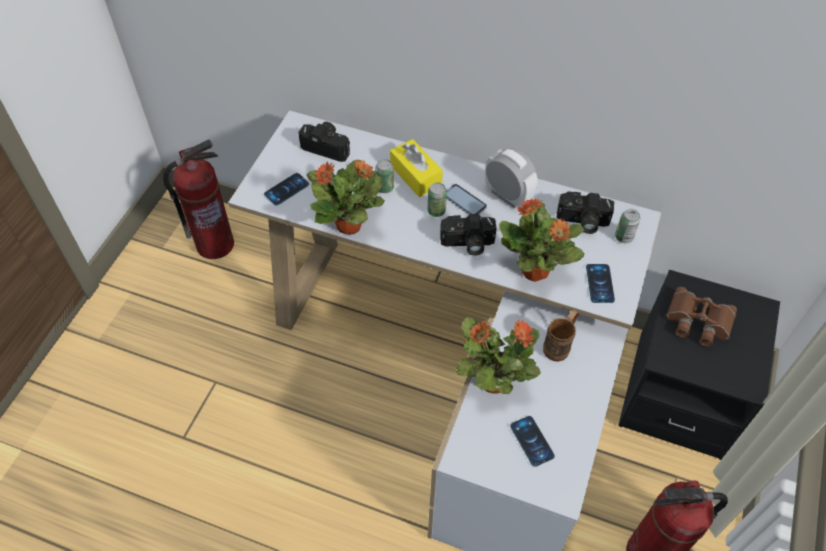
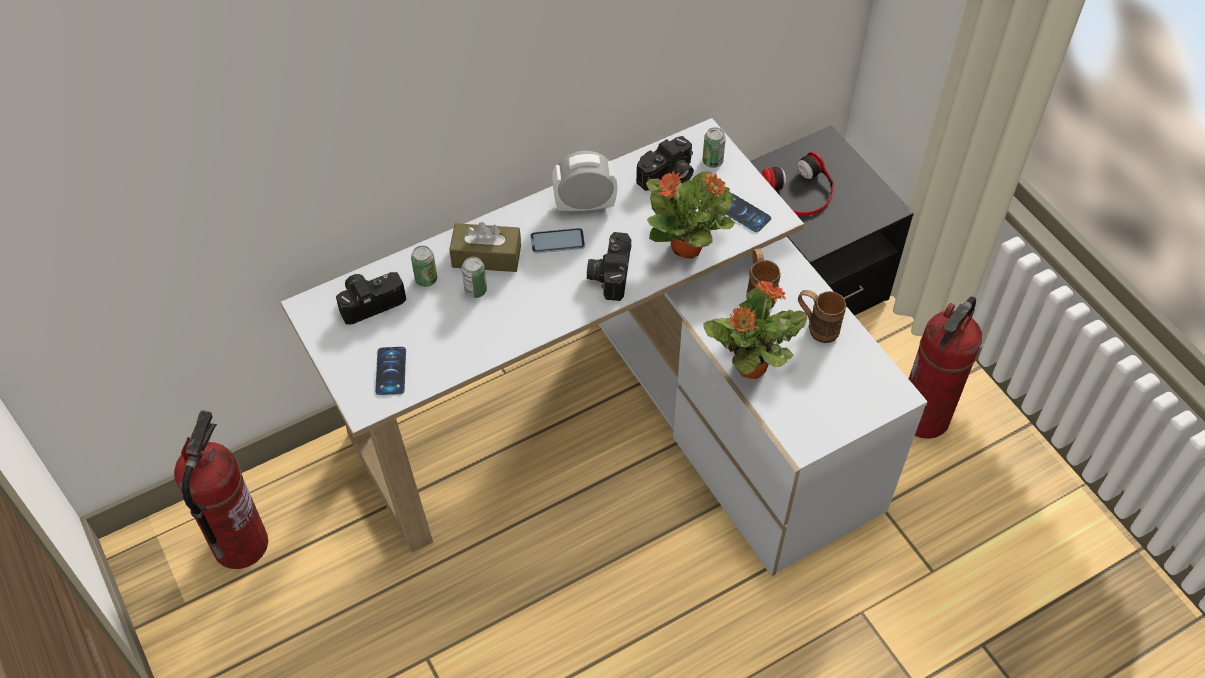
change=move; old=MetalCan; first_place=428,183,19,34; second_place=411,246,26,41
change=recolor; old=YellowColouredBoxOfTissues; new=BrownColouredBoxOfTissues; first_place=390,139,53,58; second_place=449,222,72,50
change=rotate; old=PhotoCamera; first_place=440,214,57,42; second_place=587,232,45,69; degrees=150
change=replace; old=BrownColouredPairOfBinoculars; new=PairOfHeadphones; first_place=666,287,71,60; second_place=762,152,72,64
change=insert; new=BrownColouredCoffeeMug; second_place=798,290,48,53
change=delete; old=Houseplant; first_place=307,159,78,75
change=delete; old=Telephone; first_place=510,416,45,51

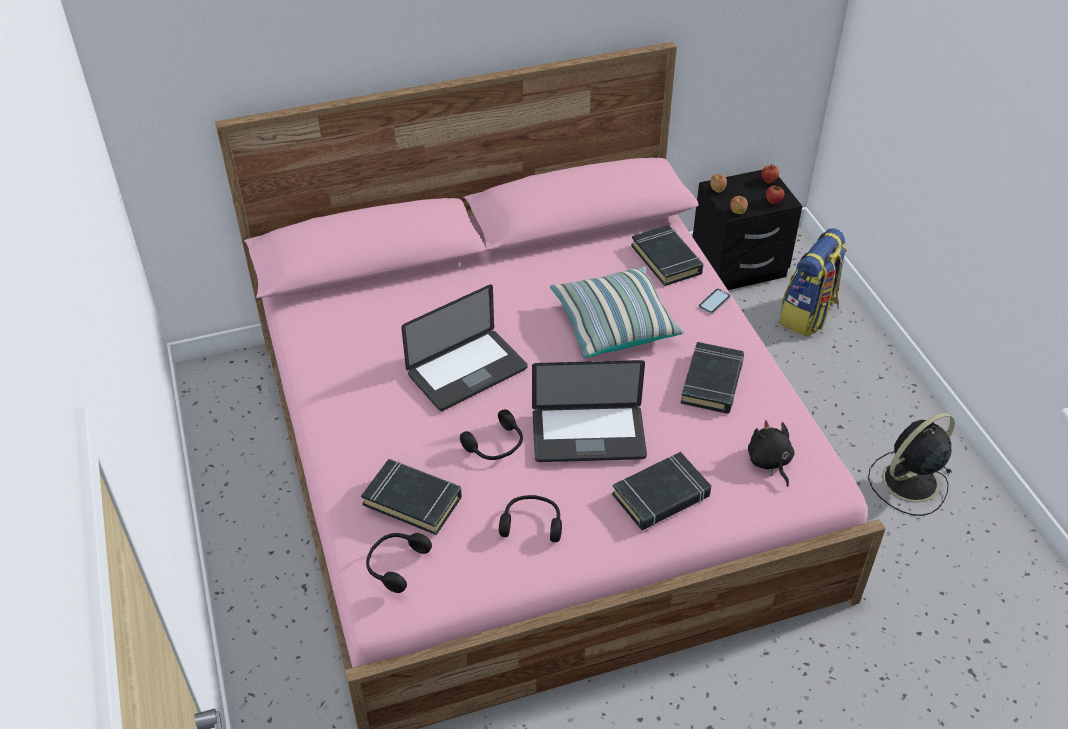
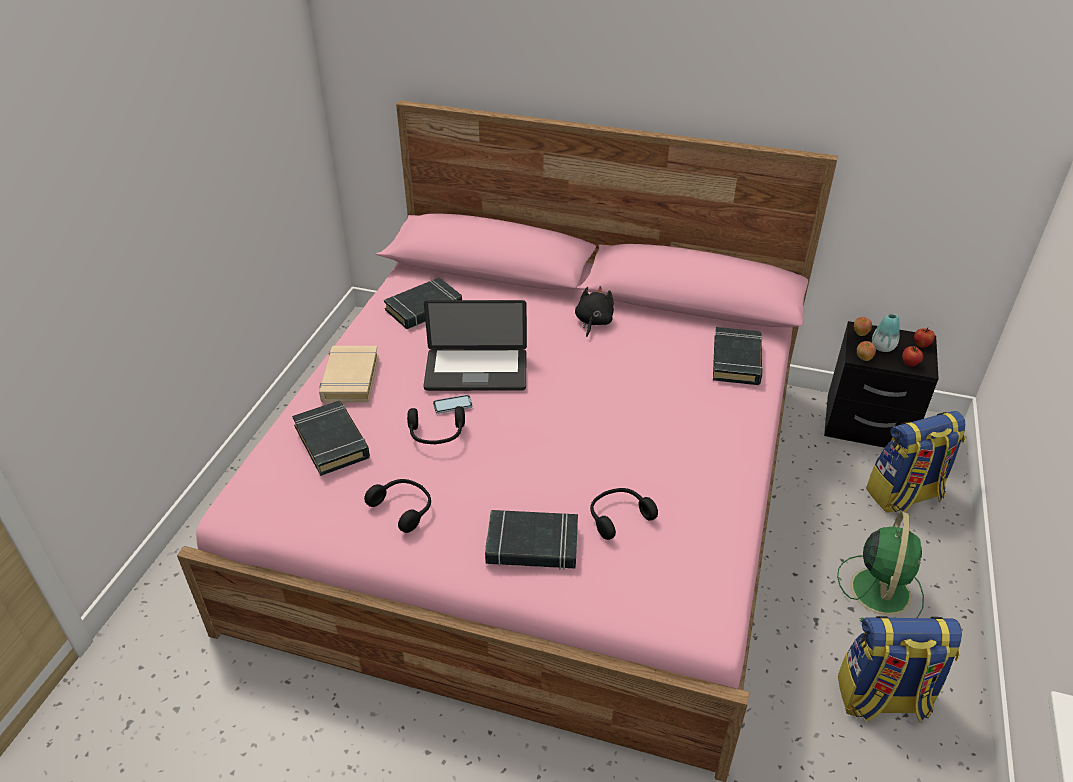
change=insert; new=BeigeBoundBook; second_place=319,346,60,57
change=move; old=BlackColouredBoundBook; first_place=681,342,63,72; second_place=384,278,78,51
change=move; old=Telephone; first_place=698,289,33,25; second_place=433,395,40,19
change=move; old=BlackColouredPlushToy; first_place=748,420,46,67; second_place=575,286,39,51
change=move; old=BlackColouredPairOfHeadphones; first_place=366,533,66,60; second_place=590,488,68,52
change=insert; new=GreenCoolingFan; second_place=837,512,87,110
change=replace; old=BlackColouredCoolingFan; new=Knapsack; first_place=868,413,87,103; second_place=838,616,124,106
change=insert; new=DecorativeVase; second_place=872,314,28,38
change=delete; old=Laptop; first_place=532,360,115,102
change=delete; old=ThrowPillow; first_place=550,266,134,92

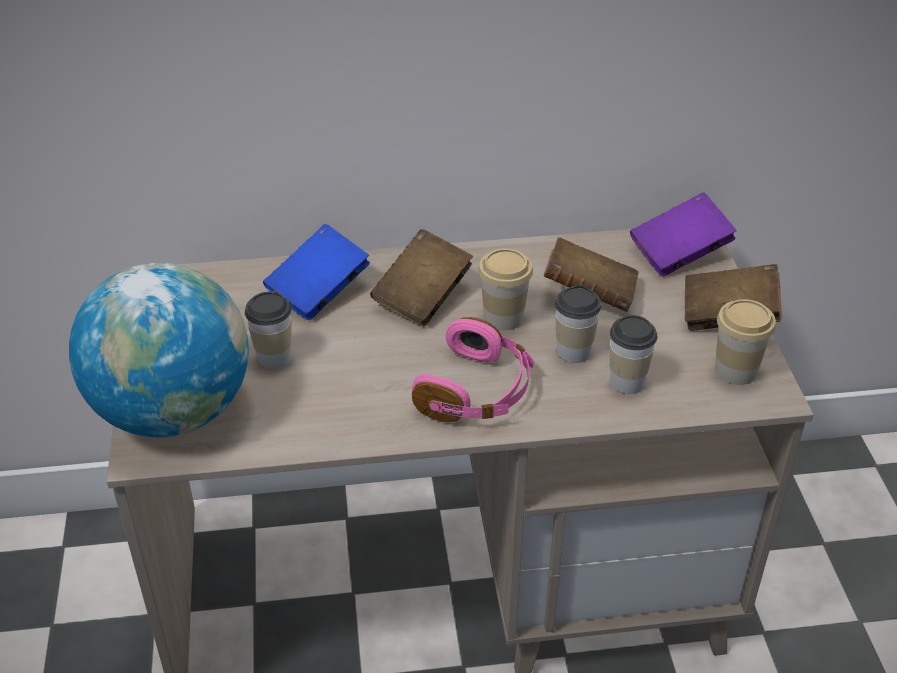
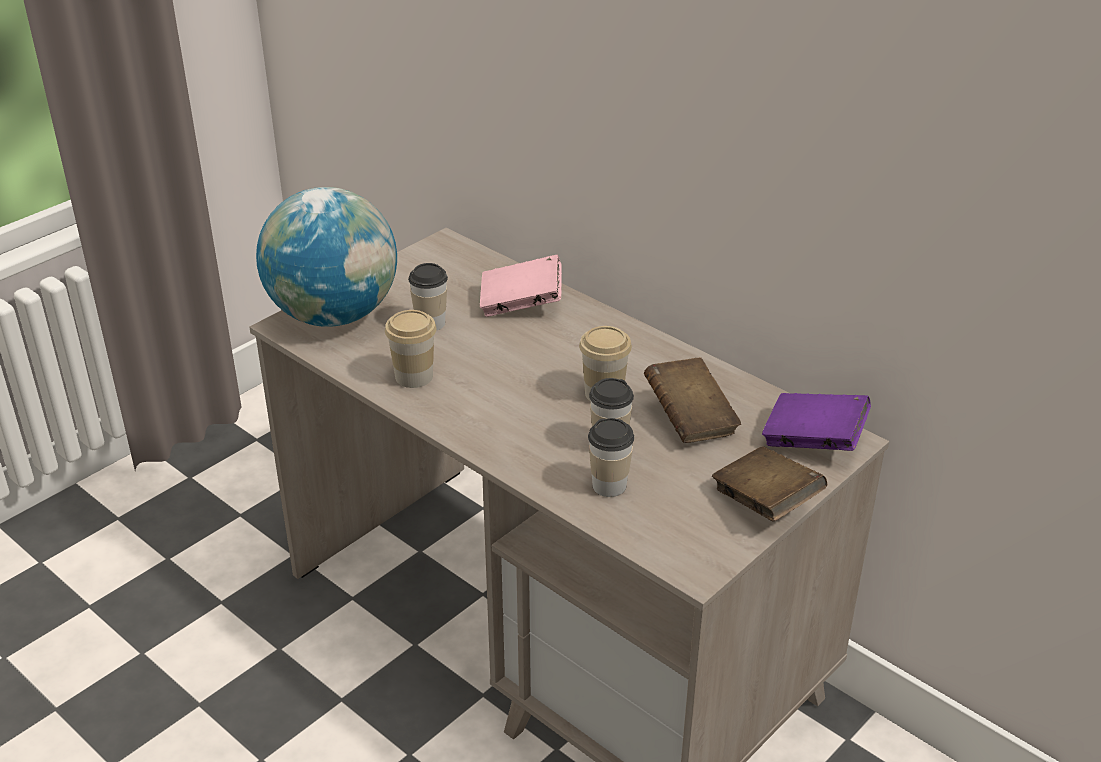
change=move; old=DrinkingCup; first_place=715,299,61,86; second_place=385,310,52,78
change=recolor; old=BlueColouredBoundBook; new=PinkColouredBoundBook; first_place=263,224,107,96; second_place=480,255,82,62
change=delete; old=BrownColouredBoundBook; first_place=370,229,103,98
change=delete; old=PinkColouredPairOfHeadphones; first_place=412,317,122,105

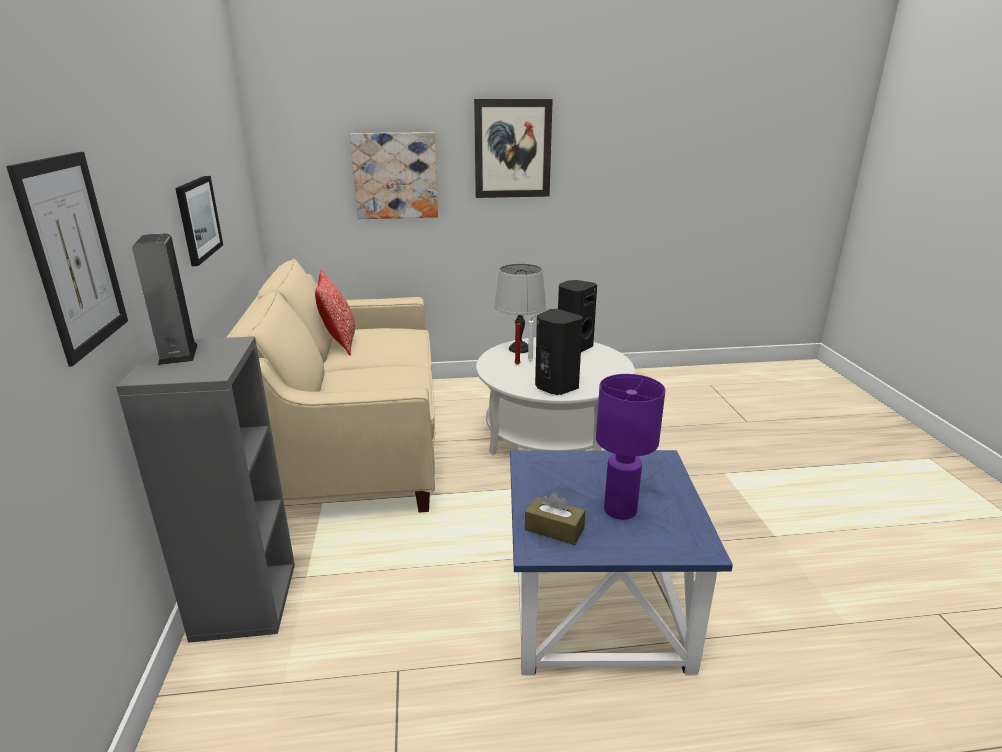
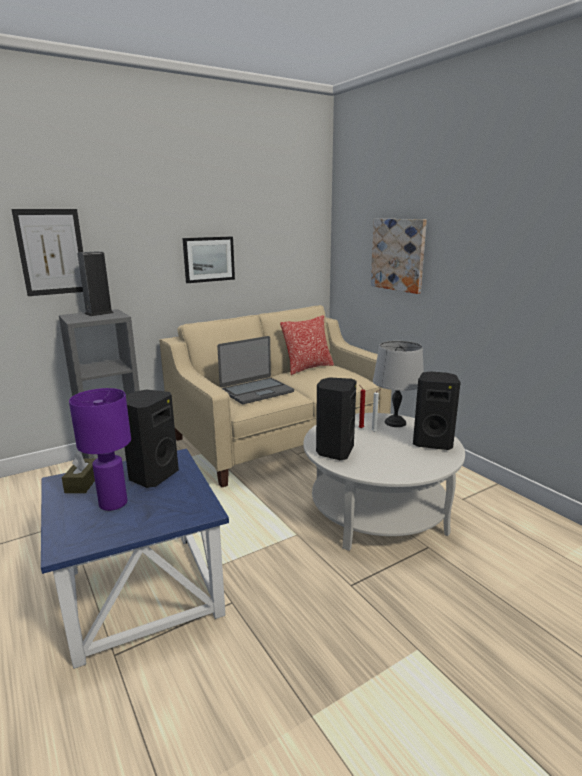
change=insert; new=BlackColouredSpeaker; second_place=124,389,55,99
change=insert; new=Laptop; second_place=217,336,77,68
change=delete; old=WallPicture; first_place=474,99,79,99

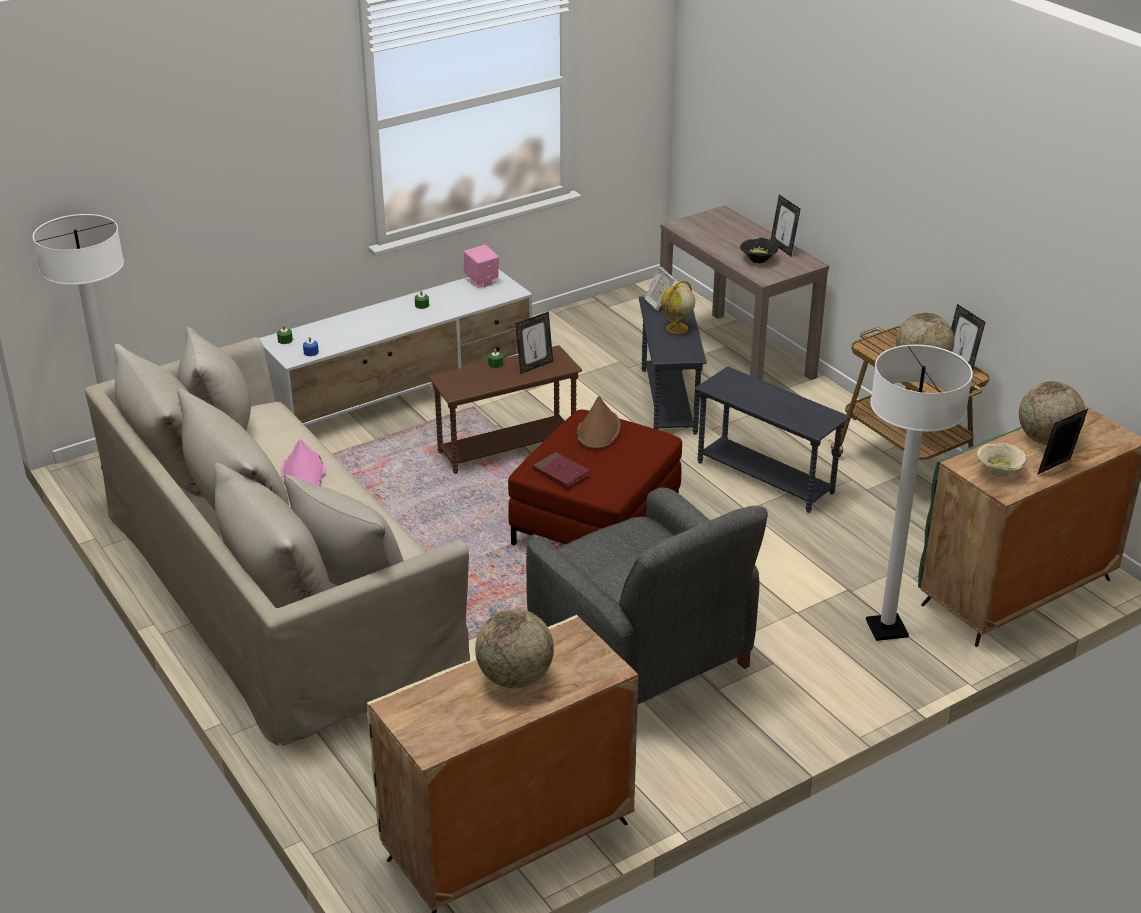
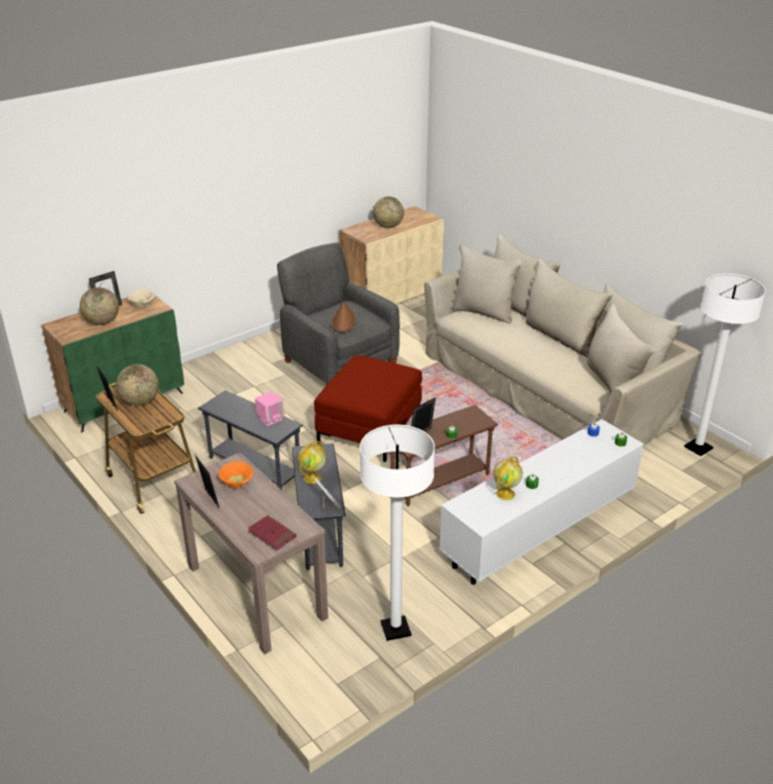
change=recolor; old=BlackColouredDeepDish; new=OrangeColouredDeepDish; first_place=740,238,38,25; second_place=218,461,35,27
change=move; old=ReddishBoundBook; first_place=532,452,58,36; second_place=248,515,48,36
change=move; old=PinkColouredSpeaker; first_place=464,245,35,42; second_place=255,392,30,34
change=move; old=BrownColouredClothingHat; first_place=577,396,44,54; second_place=331,301,26,32
change=move; old=WhiteStandardLamp; first_place=866,345,107,296; second_place=360,425,75,216
change=insert; new=Globe; second_place=493,456,30,44
change=delete; old=PinkColouredClothingHat; first_place=281,438,45,48

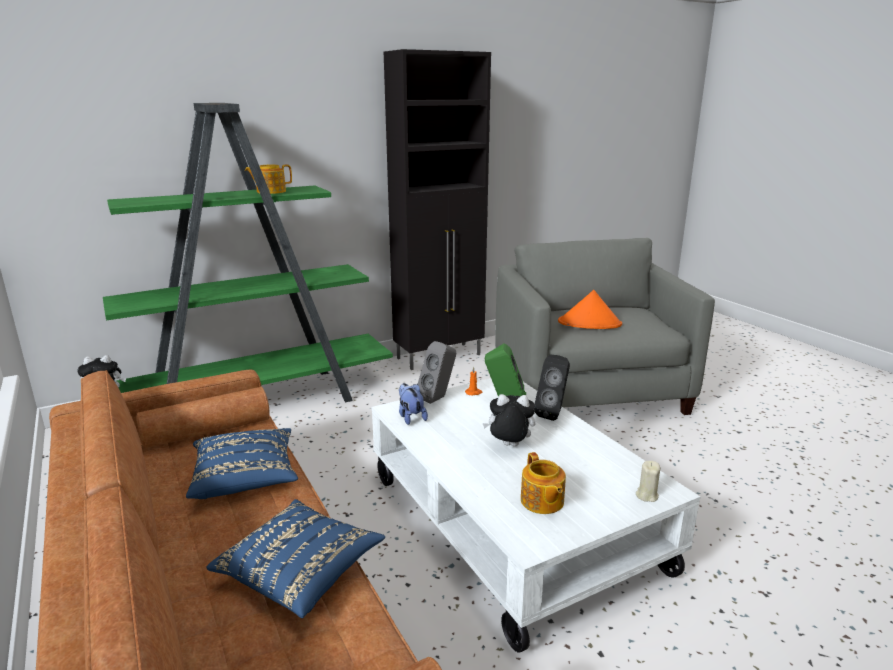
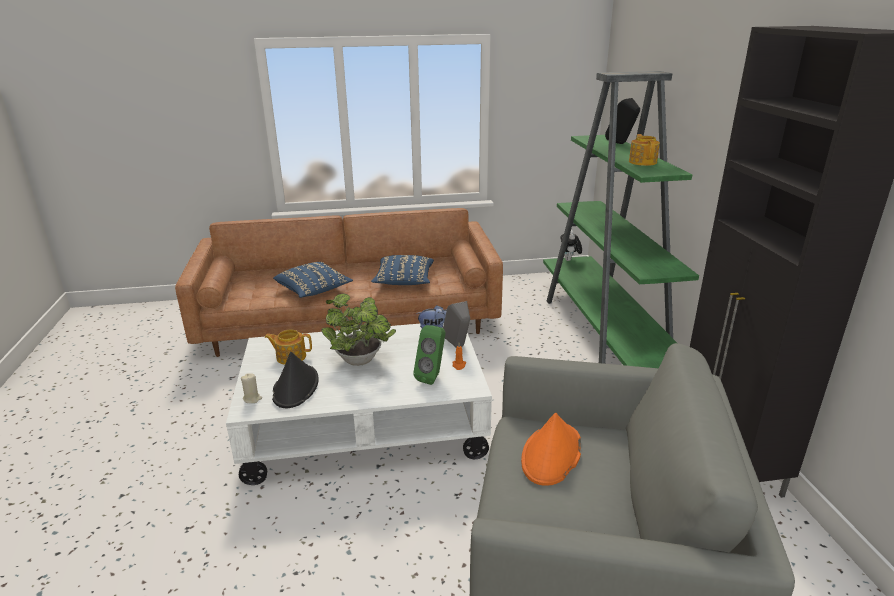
change=insert; new=BlackColouredClothingHat; second_place=272,352,47,56
change=replace; old=PlushToy; new=Houseplant; first_place=483,394,53,53; second_place=321,294,75,72
change=move; old=BlackColouredSpeaker; first_place=535,355,35,66; second_place=605,98,35,46

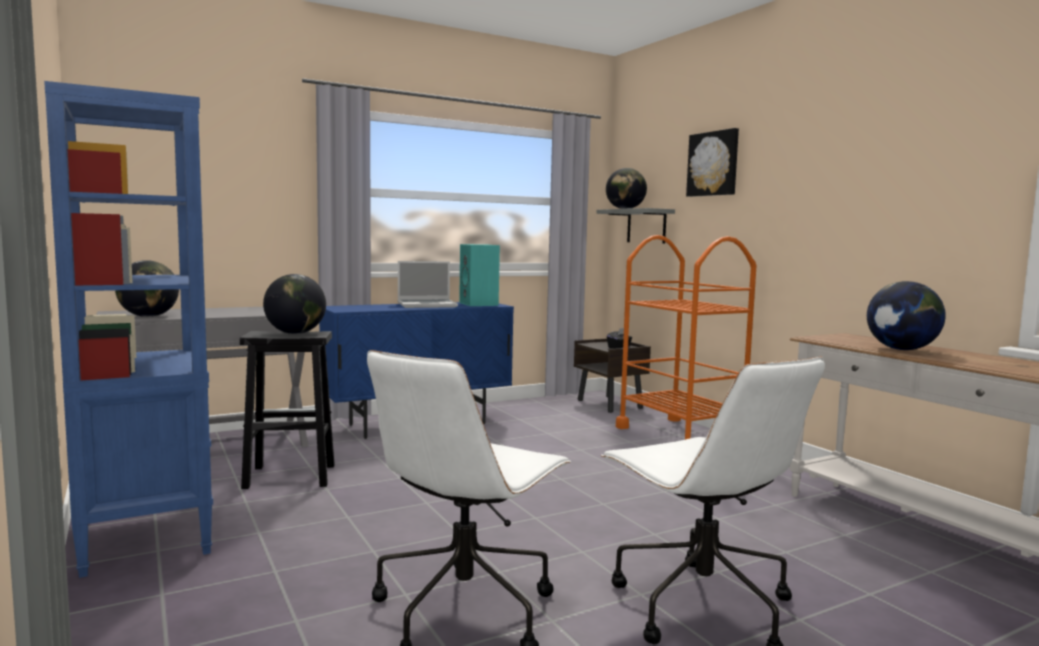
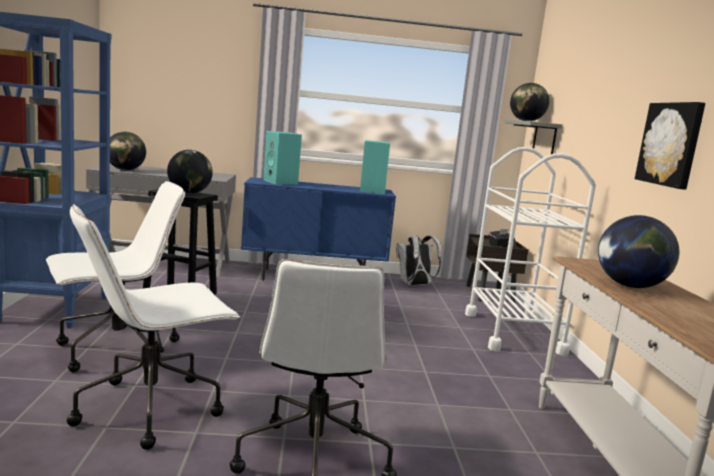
change=insert; new=WhiteComputerChair; second_place=46,181,139,191
change=insert; new=TurquoiseSpeaker; second_place=264,131,38,54
change=insert; new=WhiteKnapsack; second_place=396,235,46,51
change=recolor; old=OrangeColouredCart; new=WhiteCart; first_place=616,235,141,205; second_place=465,147,131,209
change=move; old=WallPicture; first_place=686,128,53,69; second_place=635,102,71,88
change=delete; old=Laptop; first_place=398,261,60,47

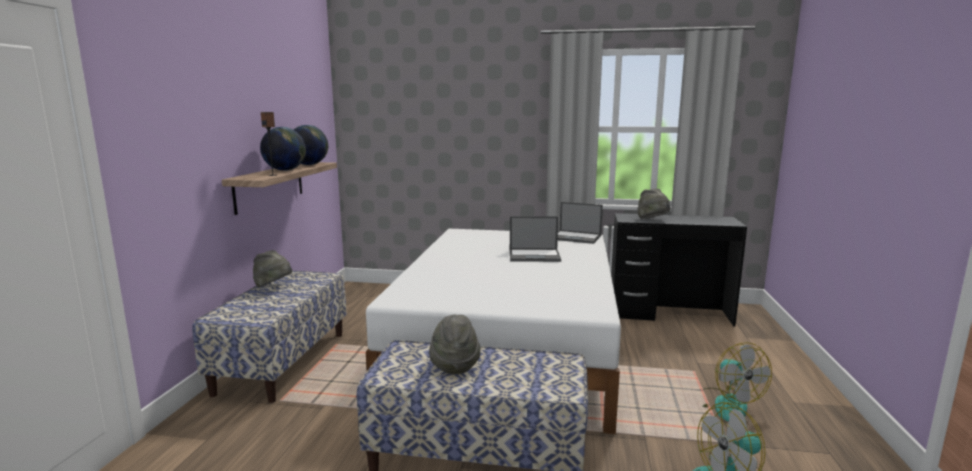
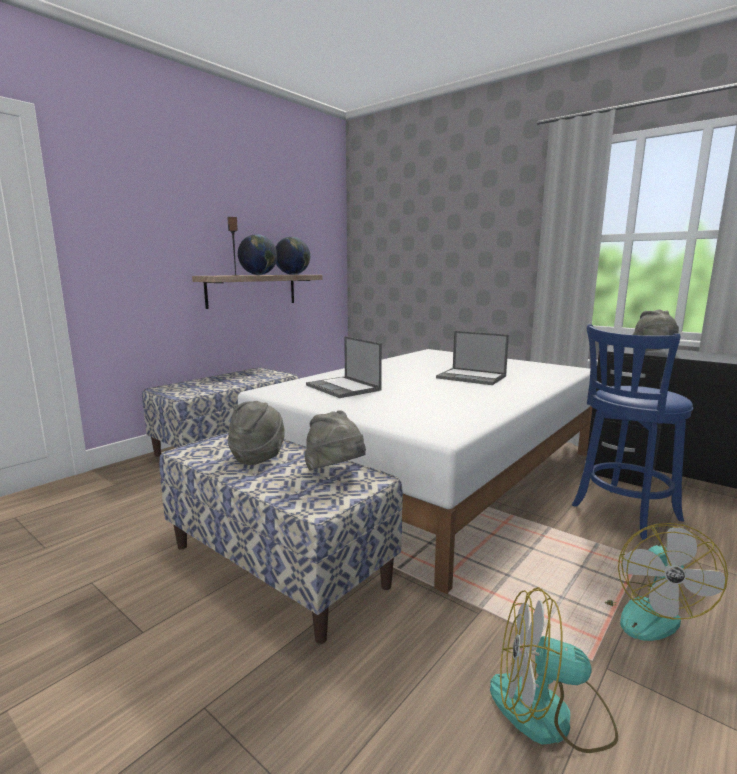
change=move; old=GreyishClothingHat; first_place=253,250,39,37; second_place=305,410,61,61
change=move; old=Laptop; first_place=558,202,45,42; second_place=306,336,76,62
change=insert; new=BlueColouredSittingStool; second_place=572,324,121,216

